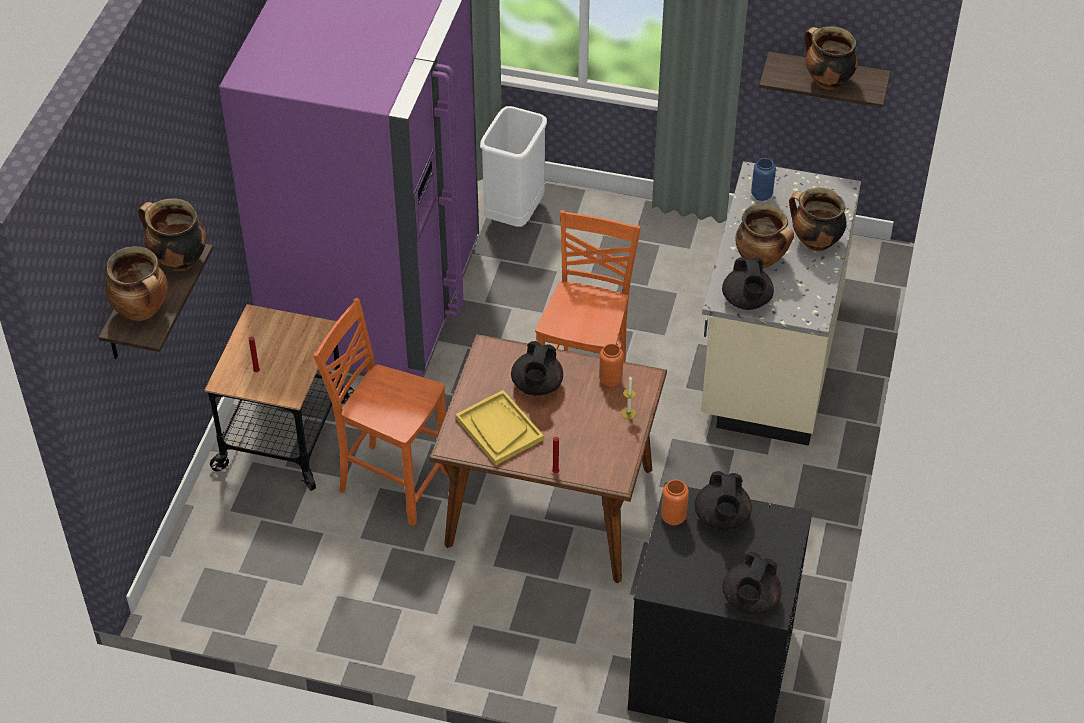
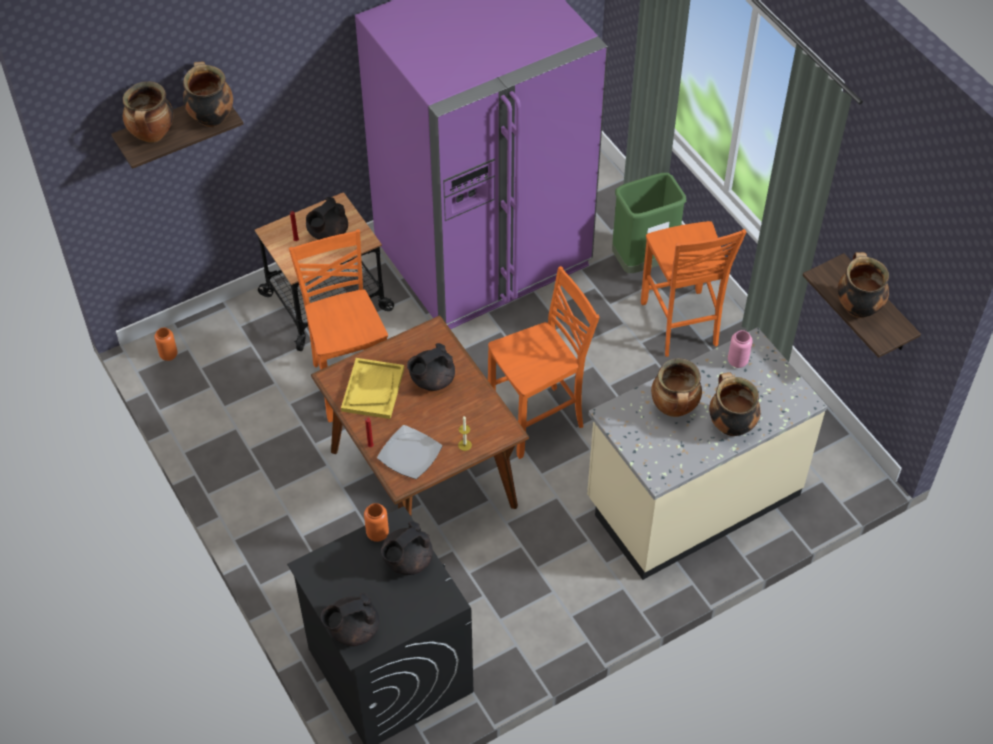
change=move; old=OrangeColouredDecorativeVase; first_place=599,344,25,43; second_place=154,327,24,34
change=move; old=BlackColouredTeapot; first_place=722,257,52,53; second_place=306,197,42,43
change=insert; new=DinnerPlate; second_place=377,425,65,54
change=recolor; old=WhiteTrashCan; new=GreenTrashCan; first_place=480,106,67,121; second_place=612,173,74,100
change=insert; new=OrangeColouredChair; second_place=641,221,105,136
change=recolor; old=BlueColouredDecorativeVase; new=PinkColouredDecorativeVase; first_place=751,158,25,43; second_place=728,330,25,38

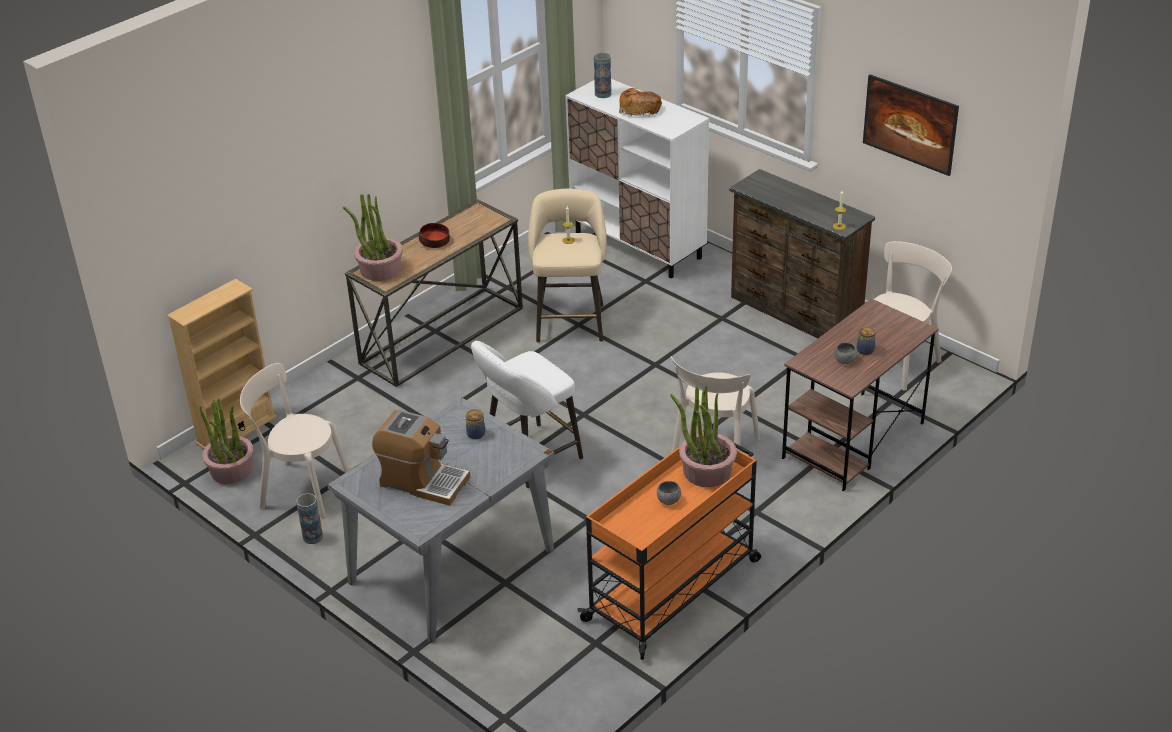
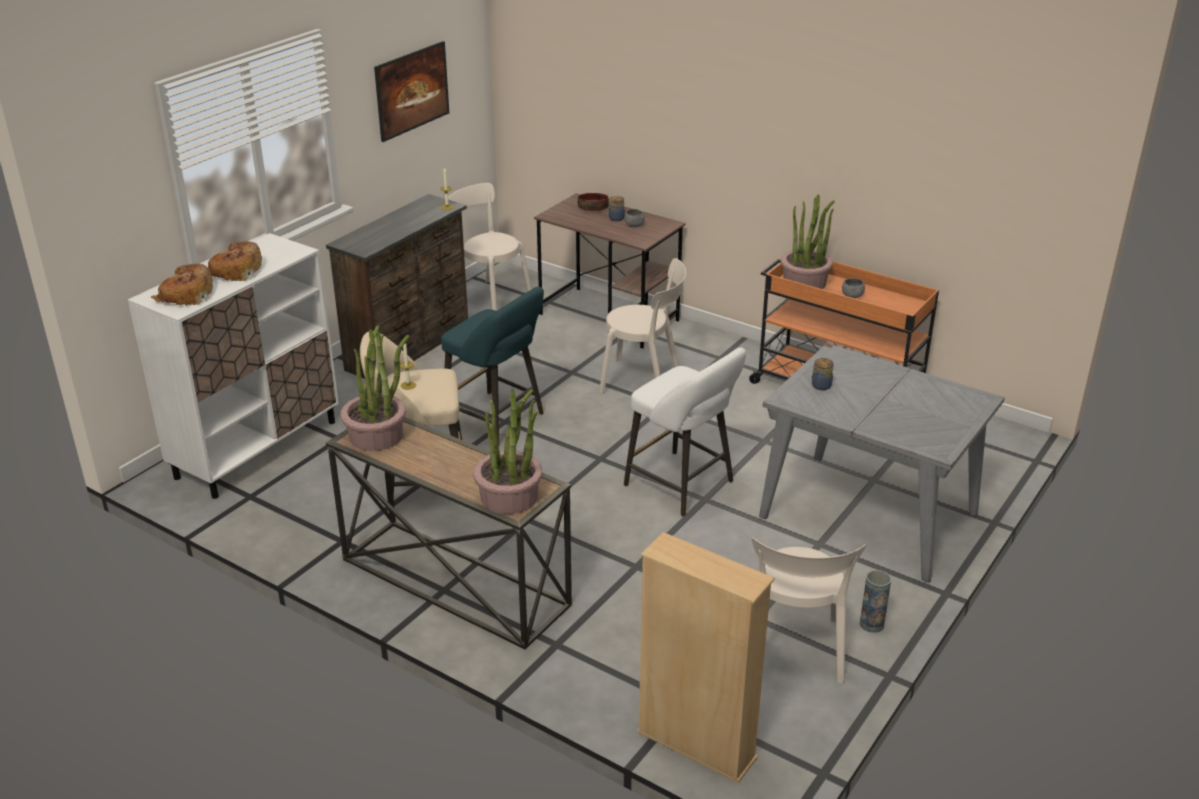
change=replace; old=DecorativeVase; new=BakedBread; first_place=594,53,17,45; second_place=151,264,62,41
change=move; old=Houseplant; first_place=199,398,55,86; second_place=340,325,69,126
change=insert; new=TurquoiseSittingStool; second_place=441,286,103,159
change=move; old=DeepDish; first_place=419,223,31,25; second_place=578,193,31,18
change=delete; old=CoffeeBrewer; first_place=372,410,98,96

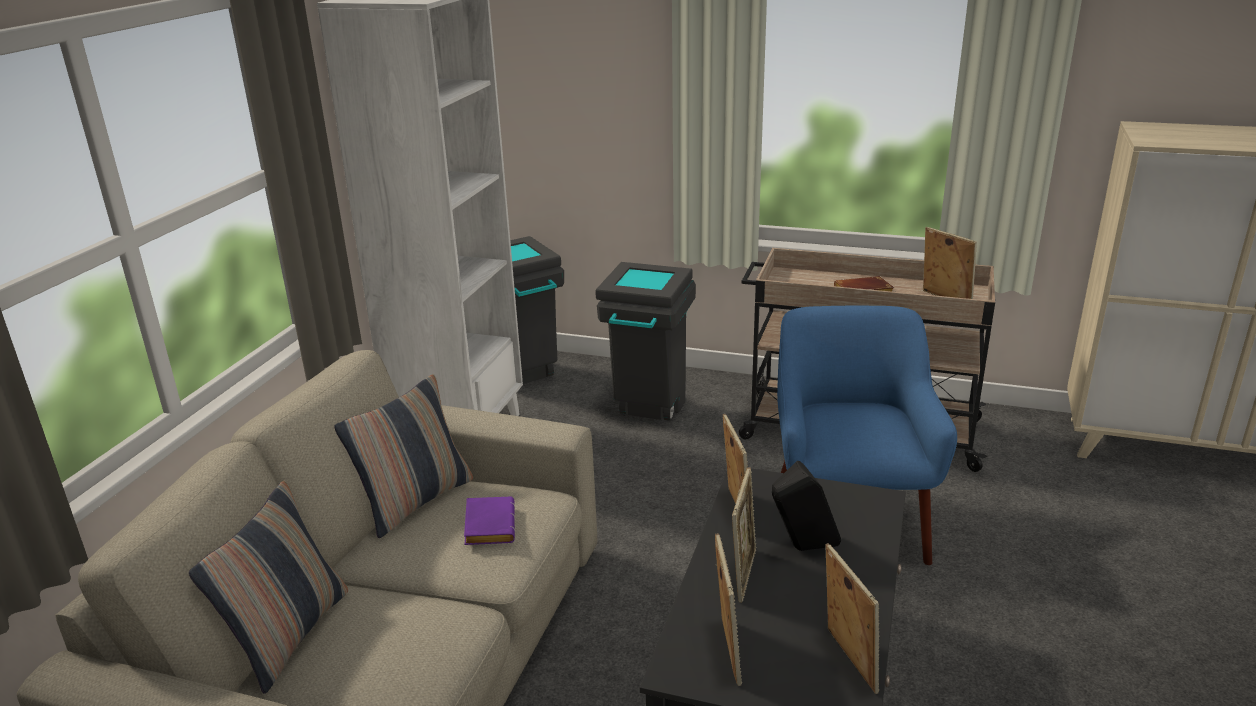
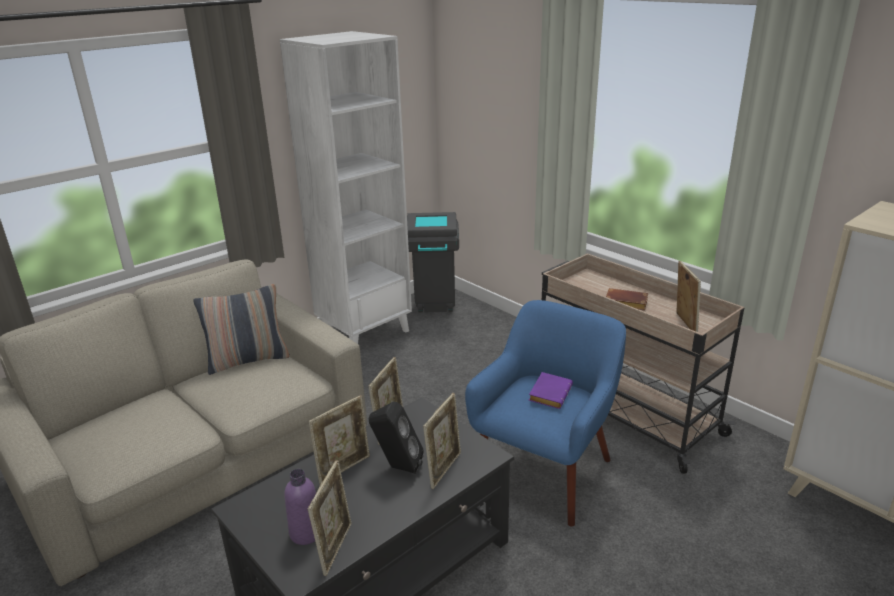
change=insert; new=PurpleColouredBottle; second_place=284,469,32,76
change=move; old=PictureFrame; first_place=715,533,28,153; second_place=423,393,38,96
change=move; old=PurpleColouredBoundBook; first_place=464,496,51,49; second_place=528,372,45,37
change=delete; old=ThrowPillow; first_place=189,480,159,214
change=delete; old=GreyishTrashCan; first_place=596,262,100,159

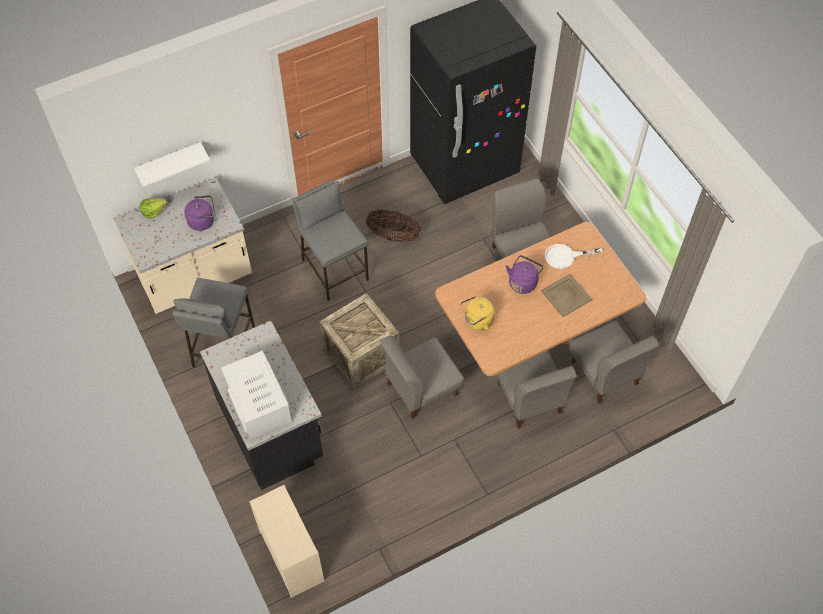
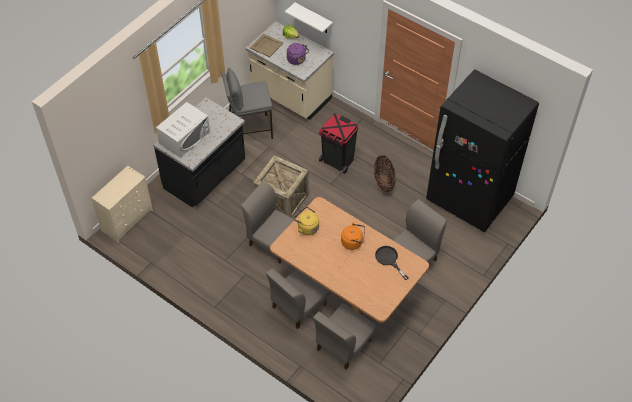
change=move; old=BeigeTray; first_place=541,274,51,43; second_place=250,33,33,24
change=replace; old=GreyishSittingStool; new=BlackColouredTrashCan; first_place=292,180,77,121; second_place=319,113,40,61
change=recolor; old=PurpleColouredTeaKettle; new=OrangeColouredTeaKettle; first_place=506,255,38,39; second_place=341,222,24,28
change=recolor; old=WhiteFryingPan; new=BlackColouredFryingPan; first_place=545,244,58,25; second_place=375,246,33,34

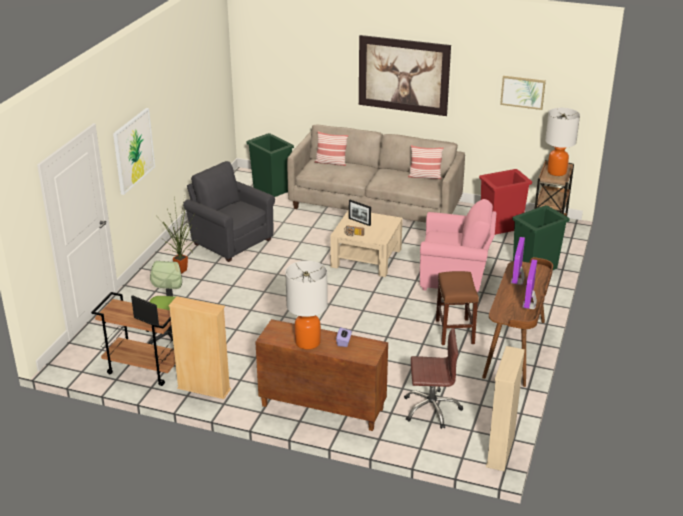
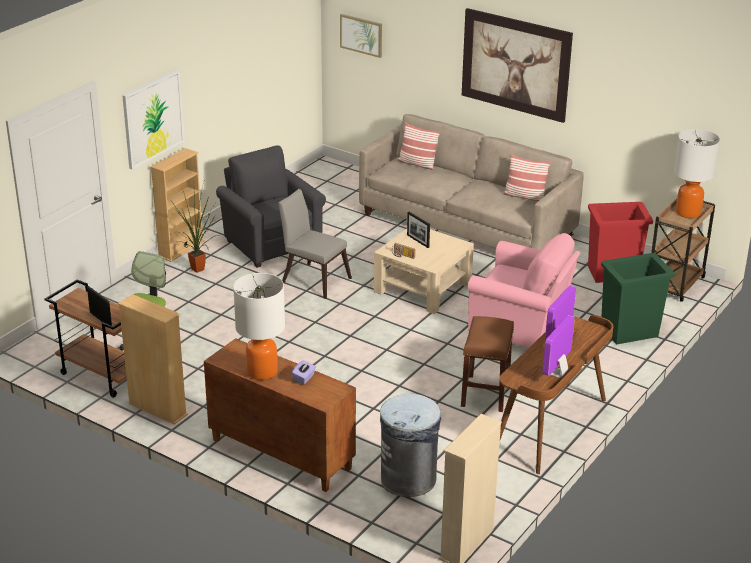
change=insert; new=BeigeBookshelf; second_place=150,148,54,114
change=insert; new=GreyishChair; second_place=278,189,74,110
change=move; old=WallPicture; first_place=500,76,46,34; second_place=340,14,42,44
change=replace; old=BrownColouredComputerChair; new=GreyishTrashCan; first_place=404,328,59,101; second_place=380,394,61,103
change=delete; old=GreenTrashCan; first_place=246,133,48,64

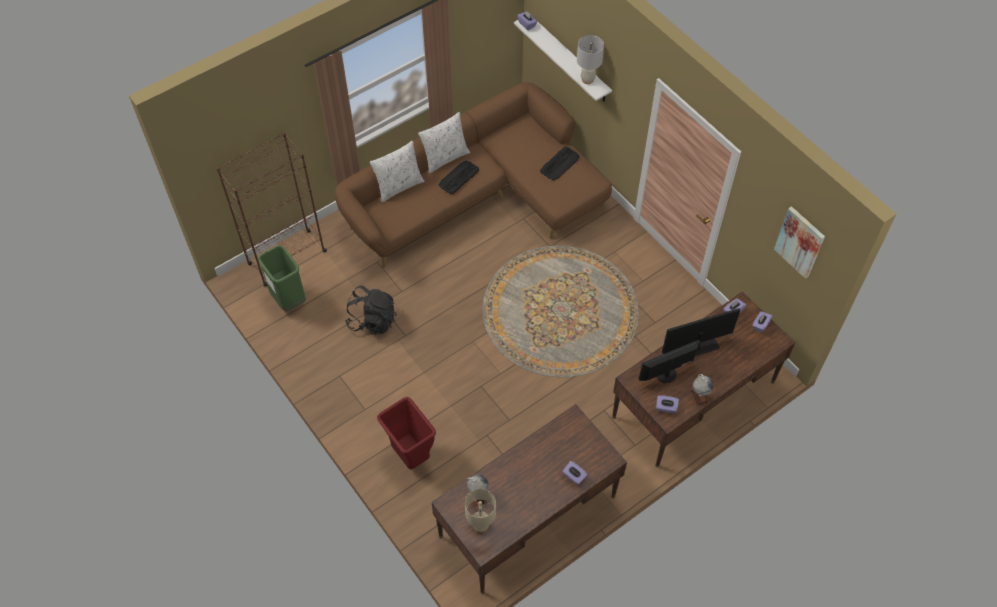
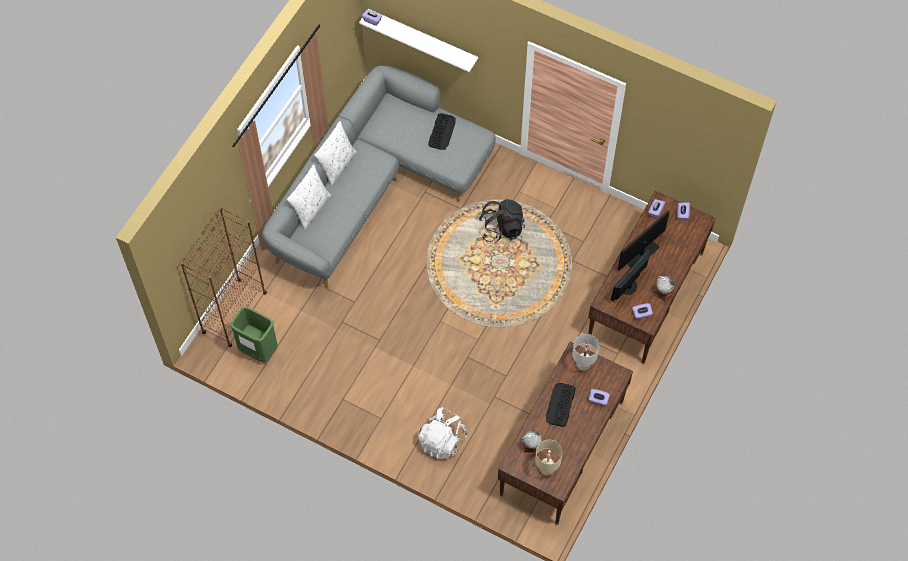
change=recolor; old=BrownColouredSofa; new=GreyishSofa; first_place=335,82,277,186; second_place=262,66,234,222
change=replace; old=ReddishTrashCan; new=WhiteKnapsack; first_place=377,397,59,73; second_place=418,407,49,52
change=move; old=BlackColouredKnapsack; first_place=345,285,51,50; second_place=479,199,46,44
change=move; old=PcKeyboard; first_place=439,160,40,34; second_place=546,383,30,44
change=move; old=WhiteLampForATable; first_place=577,35,27,49; second_place=572,334,27,37
change=delete; old=WallPicture; first_place=774,206,51,73

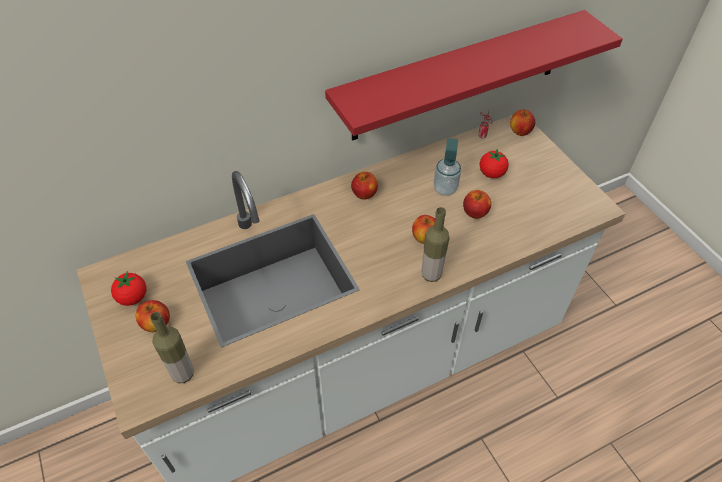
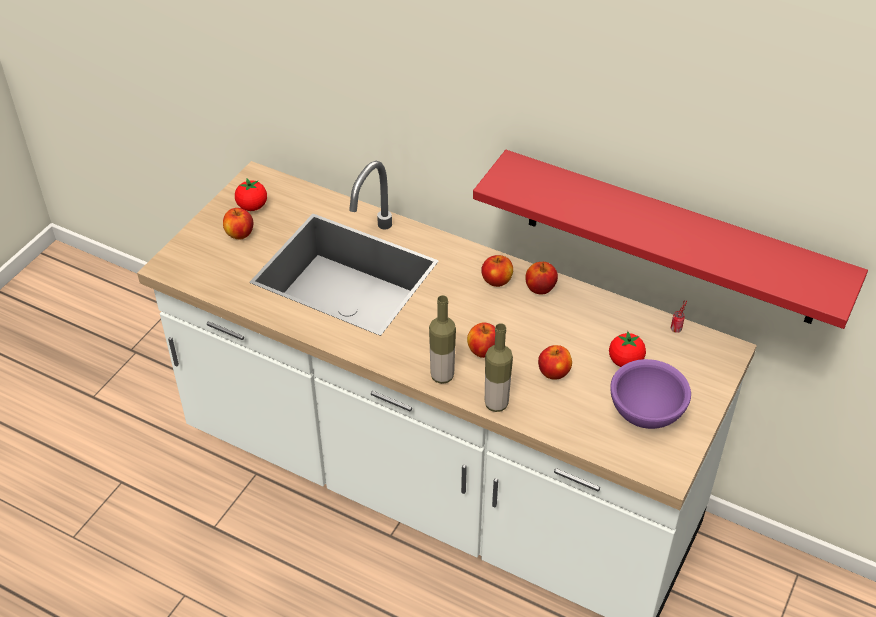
change=move; old=Bottle; first_place=150,312,44,71; second_place=485,323,28,89
change=move; old=Apple; first_place=510,109,25,27; second_place=525,262,33,33
change=insert; new=PurpleColouredDeepDish; second_place=610,359,81,70
change=delete; old=SoapDispenser; first_place=433,138,28,58

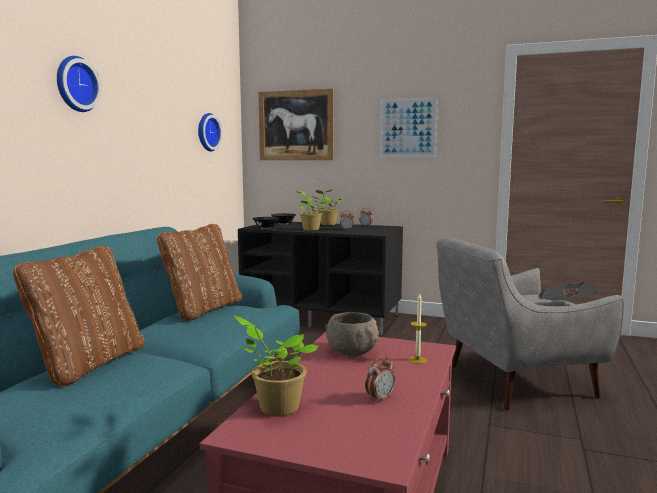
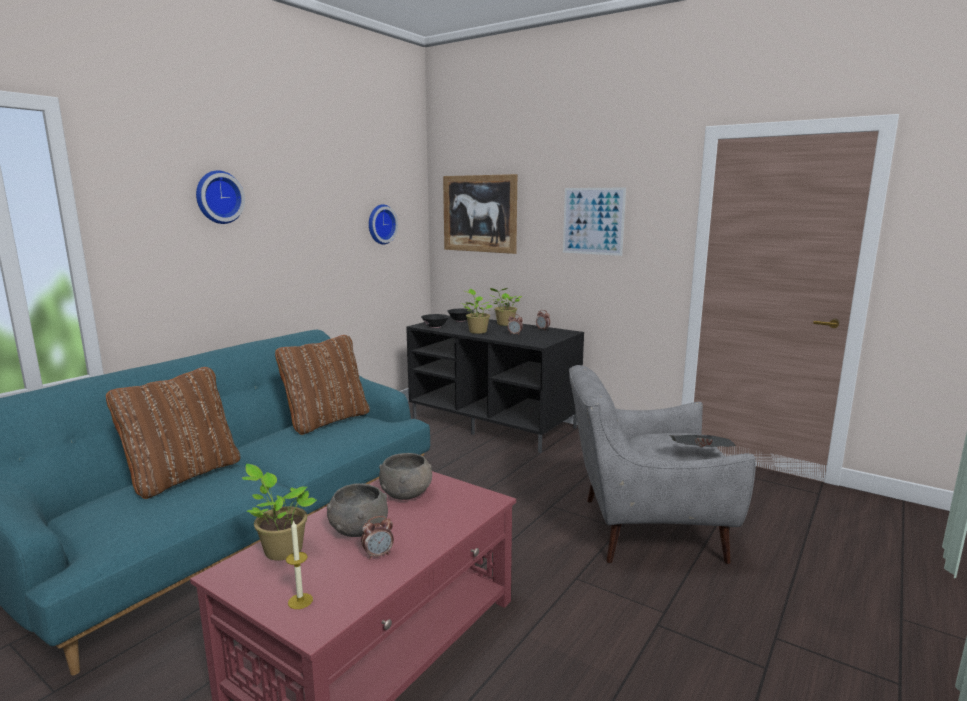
change=move; old=WaxCandle; first_place=409,294,18,70; second_place=286,520,27,89
change=insert; new=GreyishDeepDish; second_place=327,483,61,54

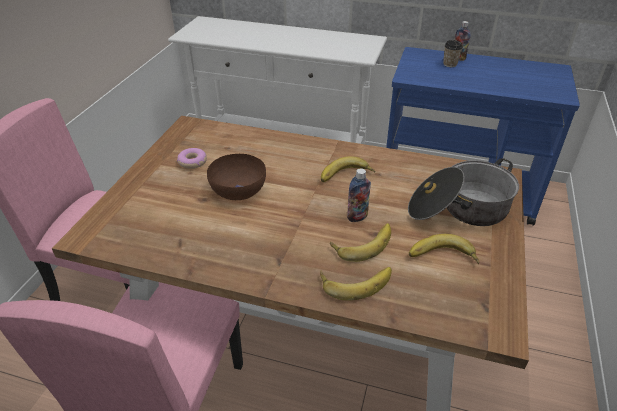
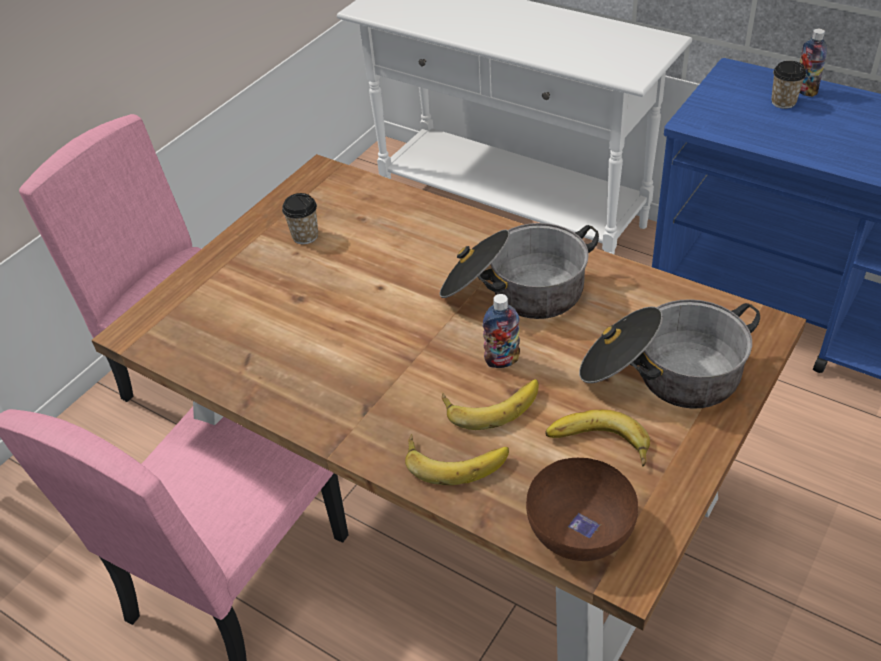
change=replace; old=Donut; new=DrinkingCup; first_place=177,148,30,21; second_place=282,193,36,51
change=replace; old=BananaFruit; new=Stockpot; first_place=321,156,54,26; second_place=440,223,159,96
change=move; old=BrownColouredDeepDish; first_place=207,154,59,46; second_place=526,458,112,103

